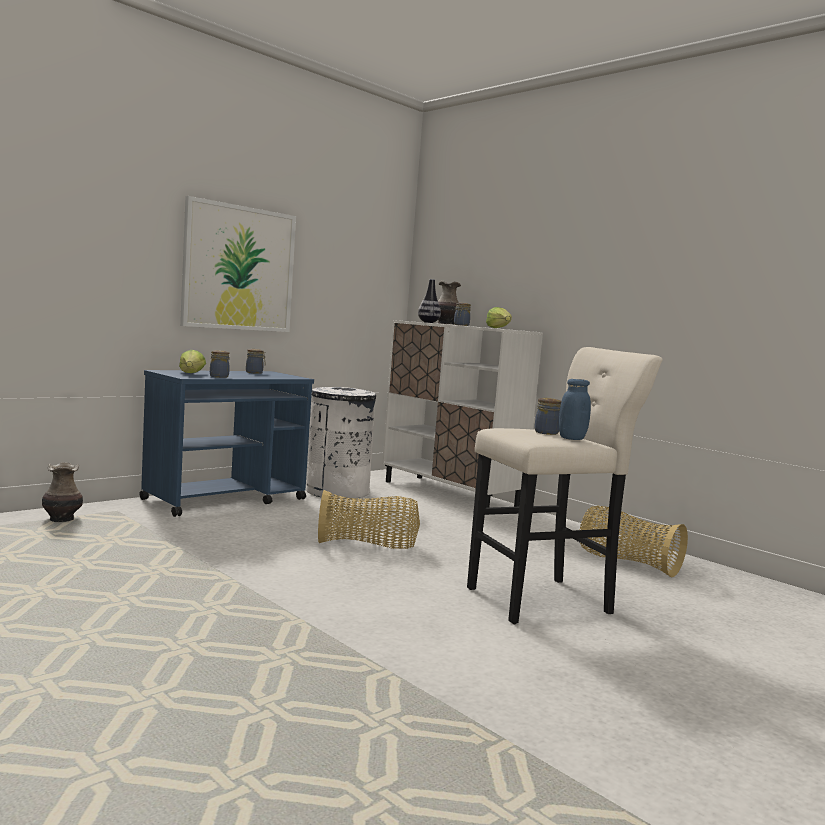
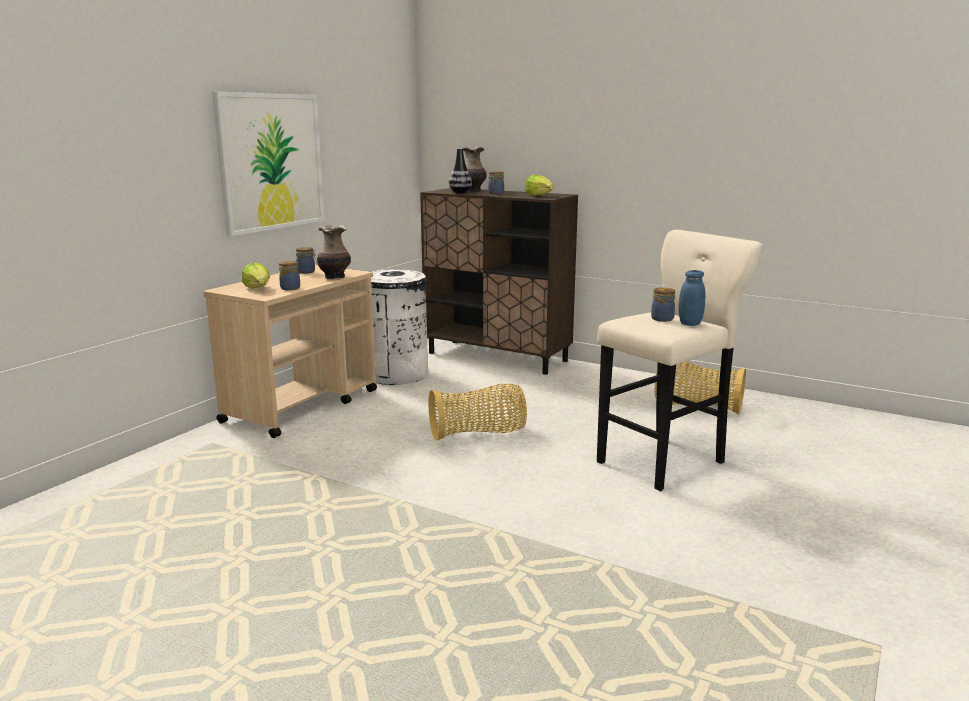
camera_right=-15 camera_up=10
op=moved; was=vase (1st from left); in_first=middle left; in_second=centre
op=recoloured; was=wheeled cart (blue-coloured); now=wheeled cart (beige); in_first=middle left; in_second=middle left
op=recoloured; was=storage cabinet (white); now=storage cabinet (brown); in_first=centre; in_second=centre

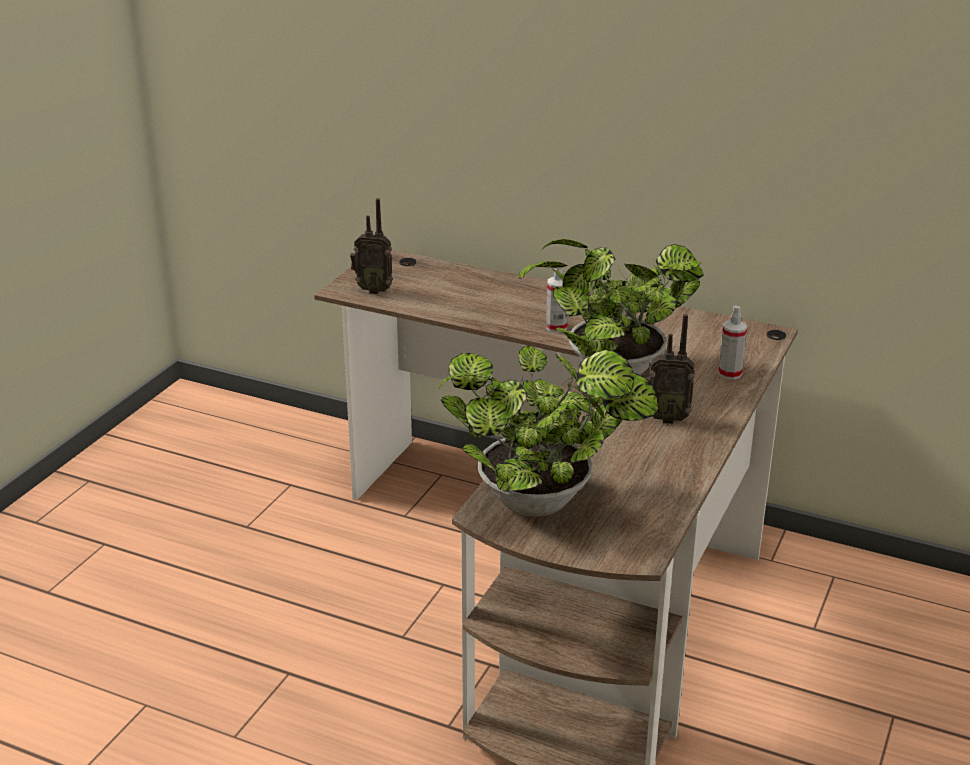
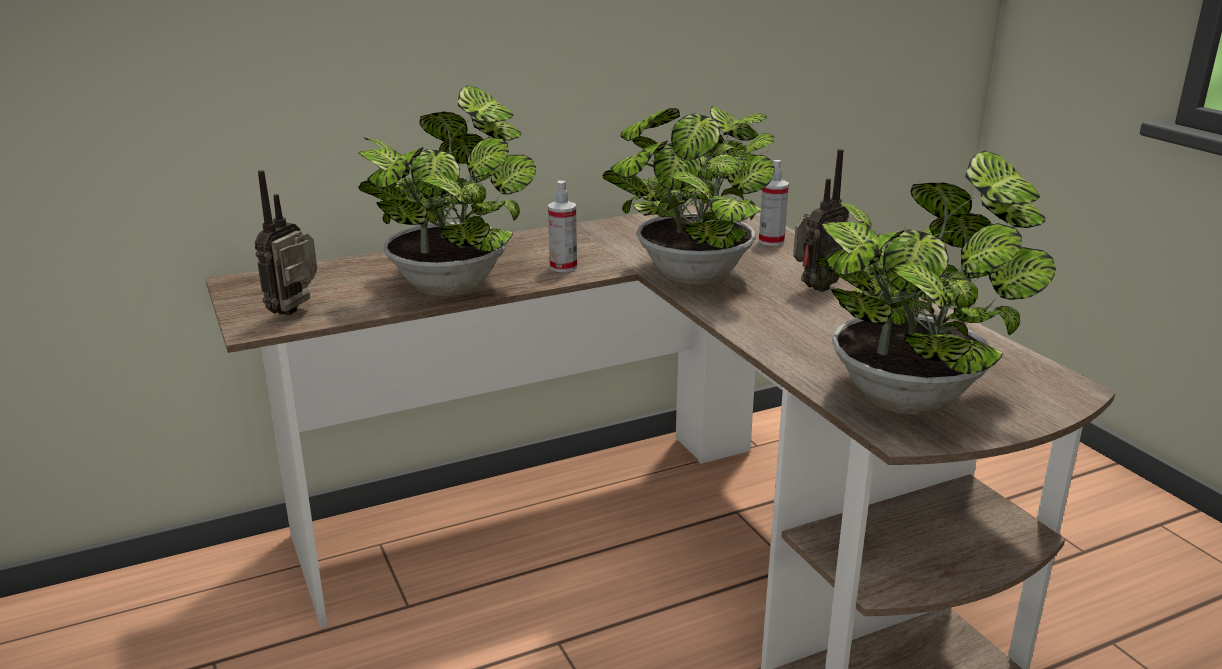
camera_right=-50 camera_up=-5
op=added; now=potted plant (1st from left); in_second=top centre
op=turned; was=radio (1st from left); in_first=top centre; in_second=middle left; clockwise=150

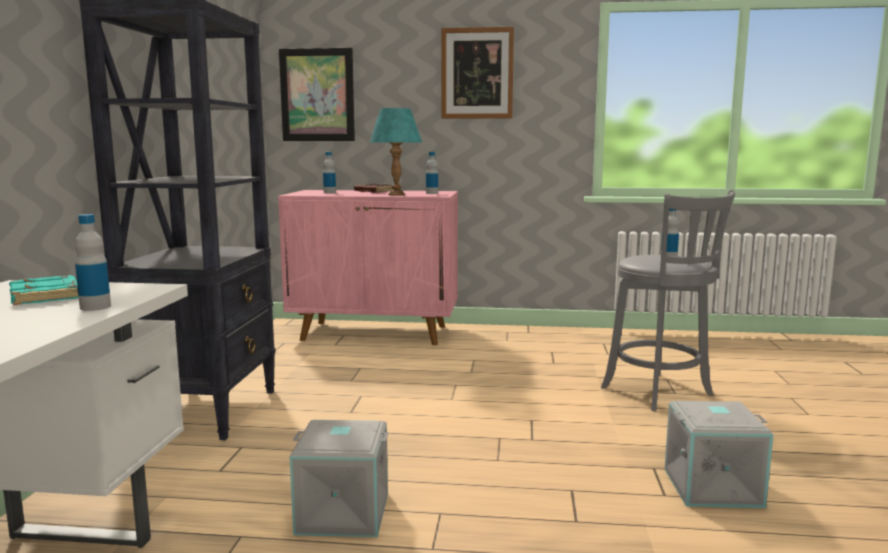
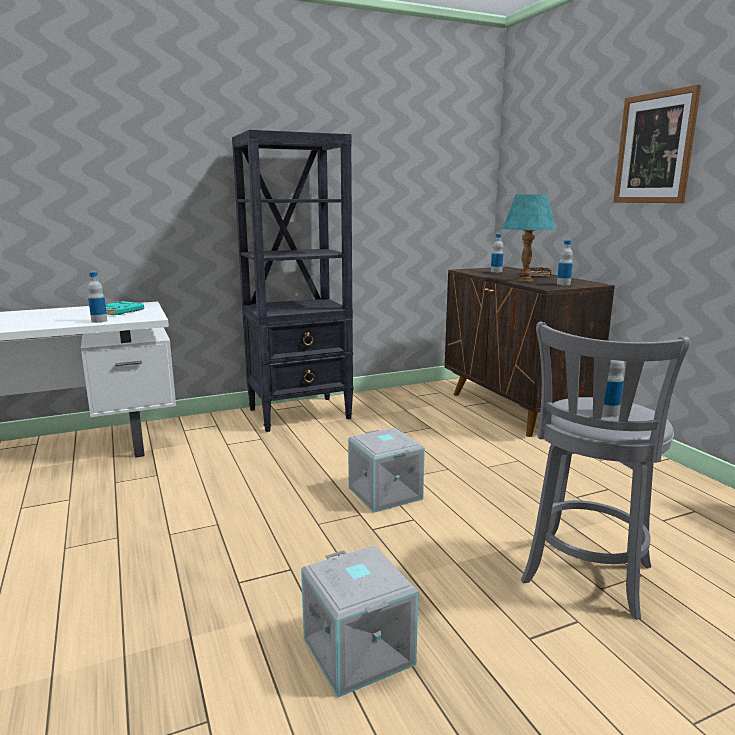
camera_right=60 camera_up=5
op=removed; was=wall art (1st from left); in_first=top centre
op=moved; was=storage box (gray) (1st from left in the first image); now=storage box (gray) (2nd from left); in_first=bottom centre; in_second=centre
op=recoloured; was=storage cabinet (pink); now=storage cabinet (brown); in_first=centre; in_second=middle right

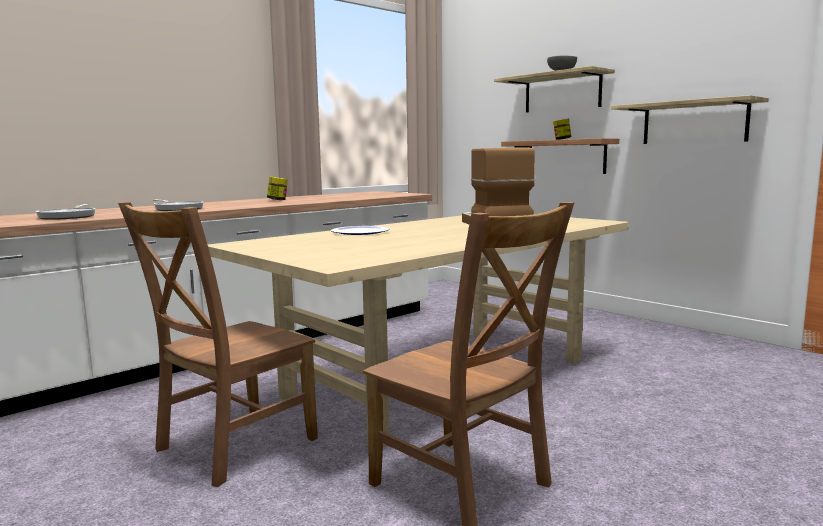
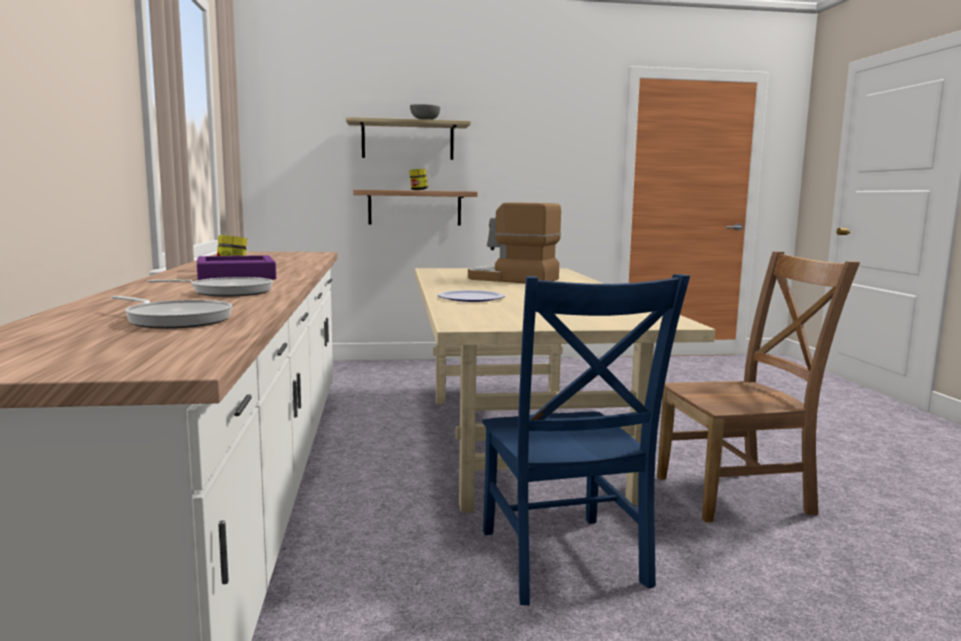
camera_right=-55 camera_up=0
op=removed; was=wall shelf (3rd from left); in_first=top right
op=added; now=carrying tray (purple); in_second=middle left
op=recoloured; was=plain chair (brown) (1st from left); now=plain chair (blue-coloured); in_first=middle left; in_second=bottom centre

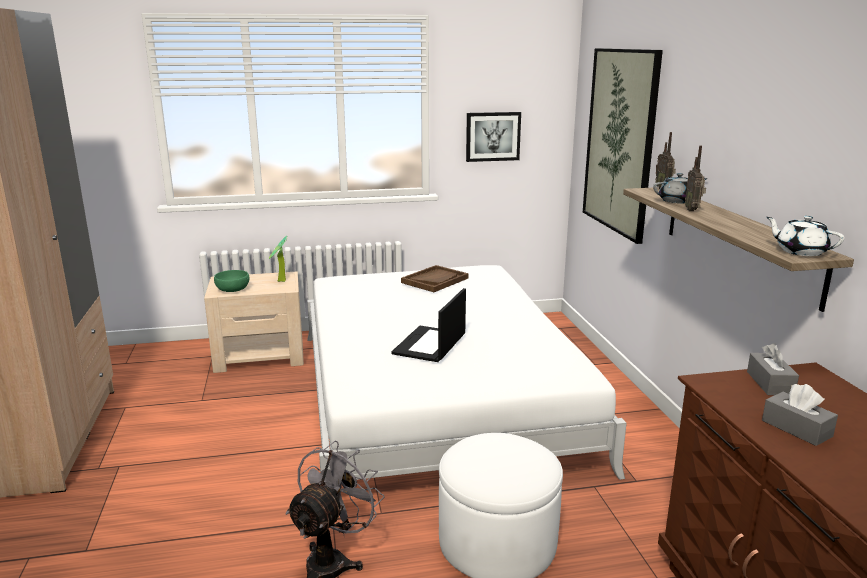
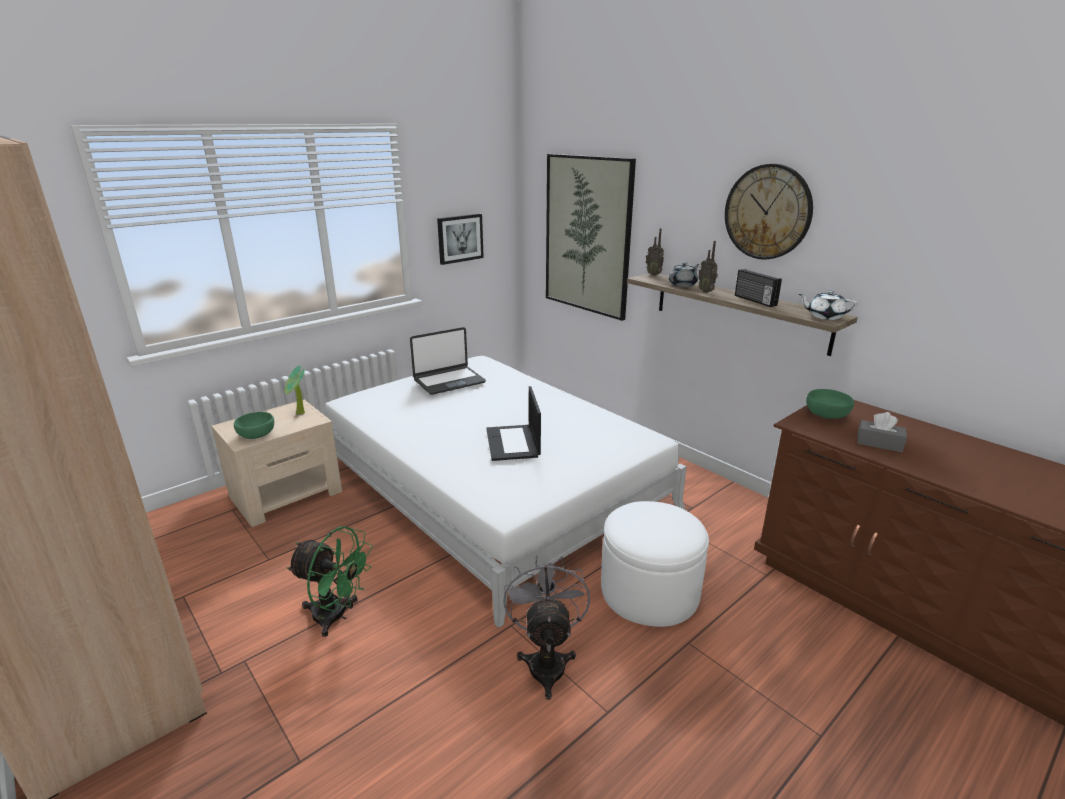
camera_right=-30 camera_up=5
op=added; now=cooling fan (green-coloured); in_second=bottom left
op=added; now=hanging clock; in_second=top right
op=added; now=radio (3rd from left); in_second=middle right
op=replaced; was=carrying tray (brown); now=laptop (1st from left); in_first=centre; in_second=centre
op=replaced; was=tissue holder (gray) (1st from left); now=deep dish (green-coloured) (2nd from left); in_first=middle right; in_second=middle right

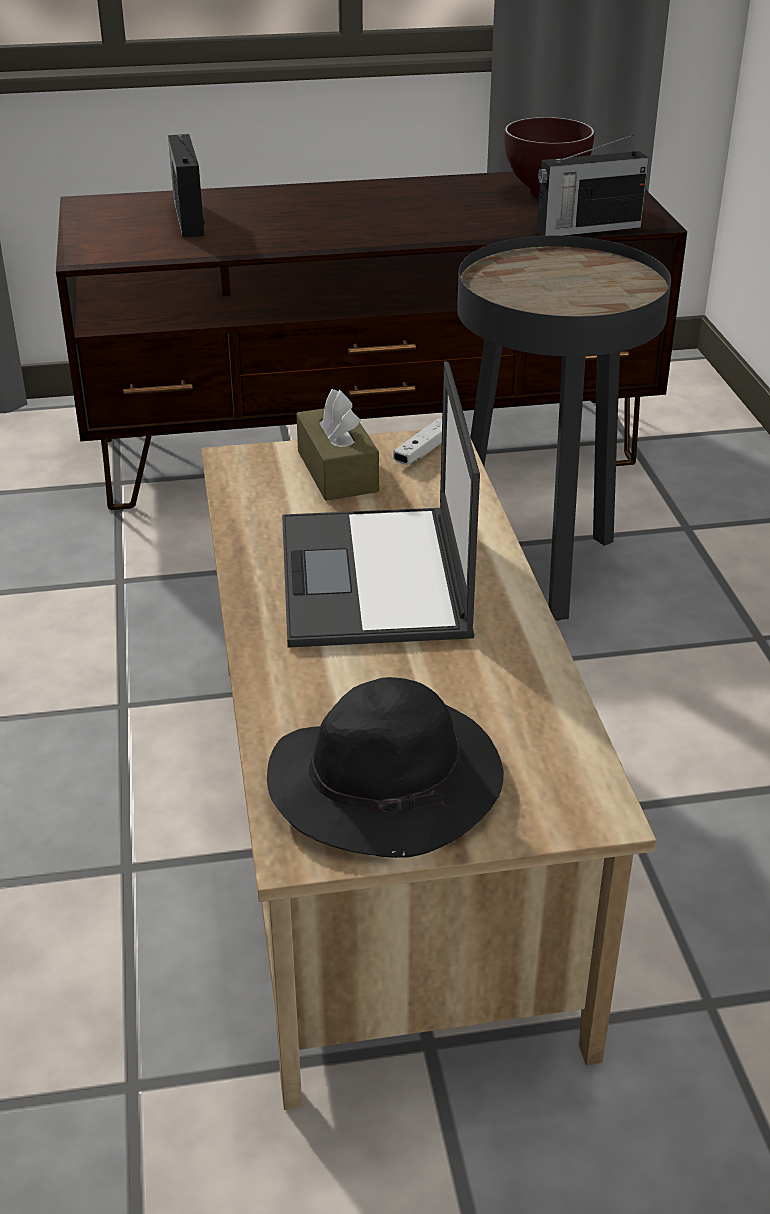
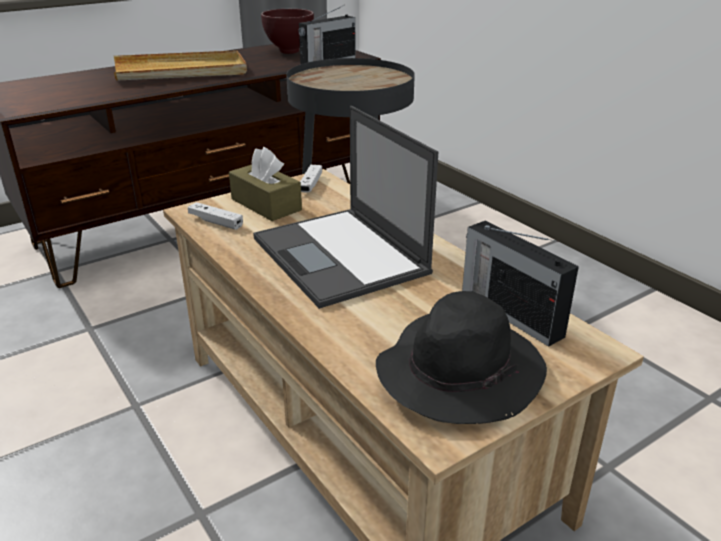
camera_right=-25 camera_up=-5
op=added; now=carrying tray (beige); in_second=top left
op=added; now=game controller (white) (1st from left); in_second=middle left
op=moved; was=radio (1st from left in the first image); now=radio (2nd from left); in_first=top left; in_second=middle right

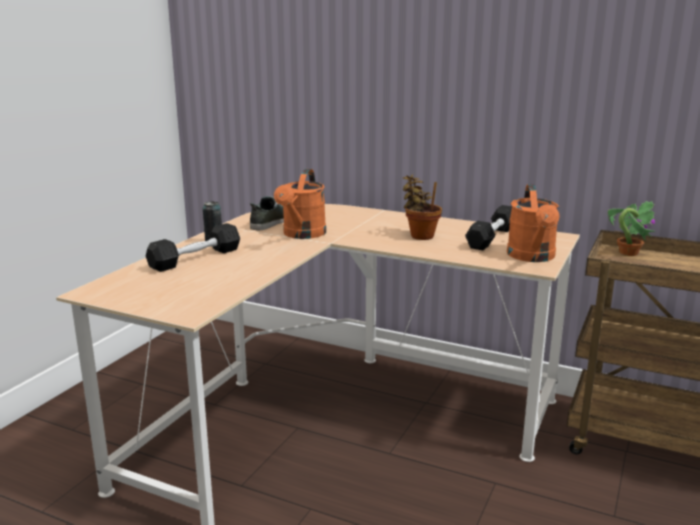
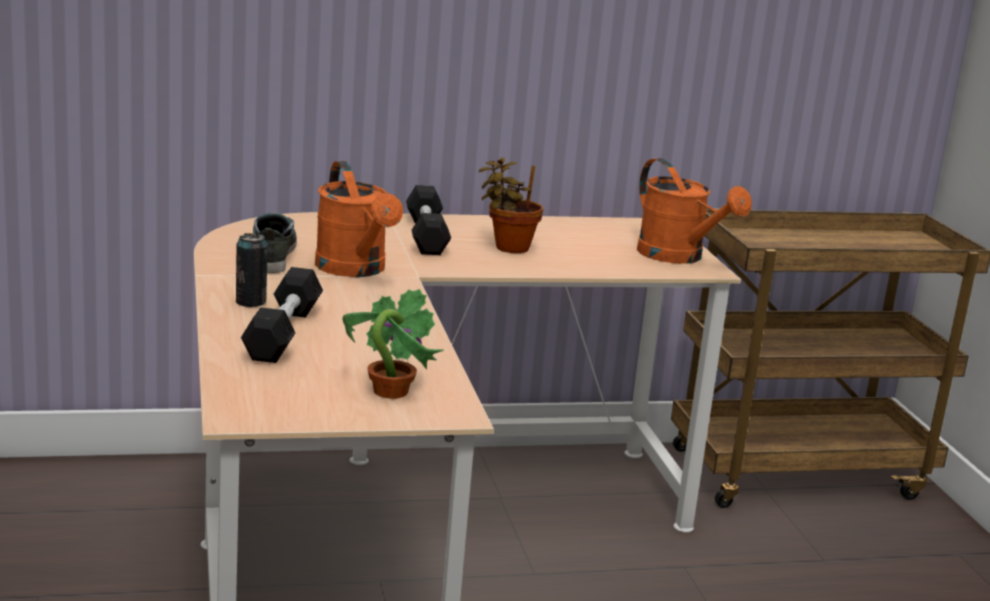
camera_right=-40 camera_up=0
op=moved; was=hand weight (blackish) (2nd from left); in_first=middle right; in_second=centre
op=moved; was=potted plant (2nd from left in the first image); now=potted plant (1st from left); in_first=middle right; in_second=centre

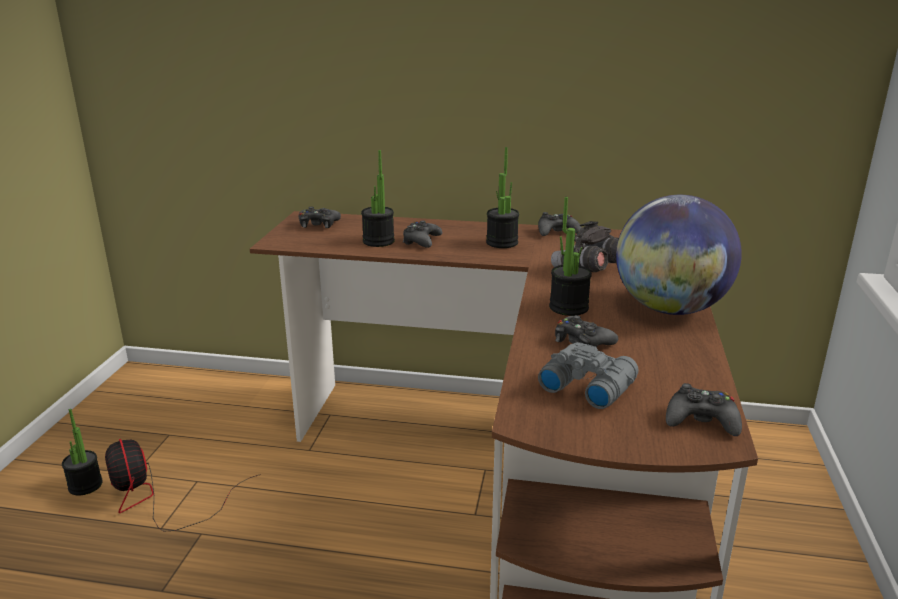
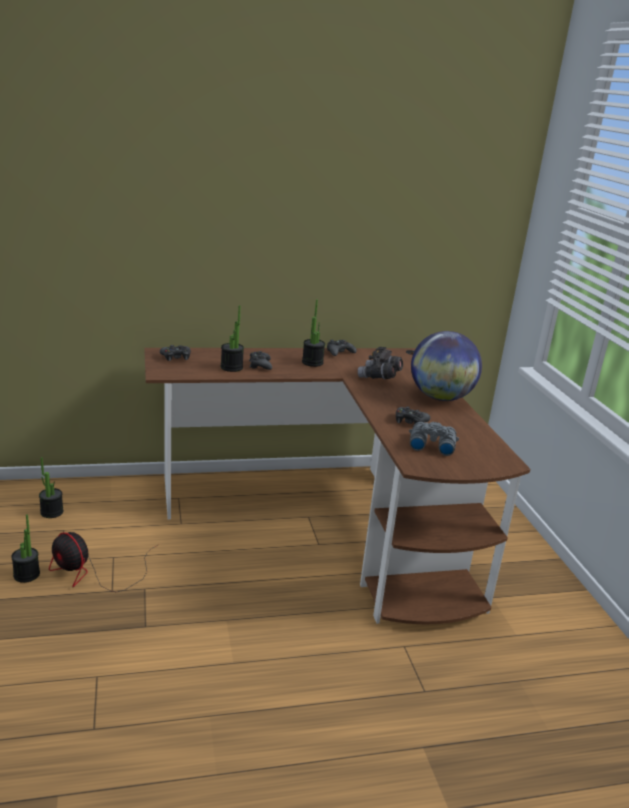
camera_right=-25 camera_up=0
op=removed; was=game controller (blackish) (5th from left); in_first=bottom right
op=moved; was=potted plant (4th from left in the first image); now=potted plant (2nd from left); in_first=centre; in_second=middle left

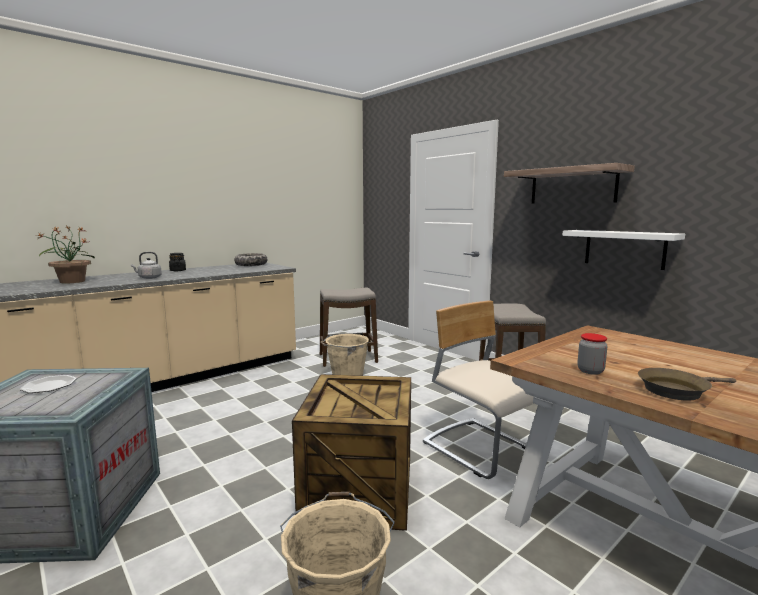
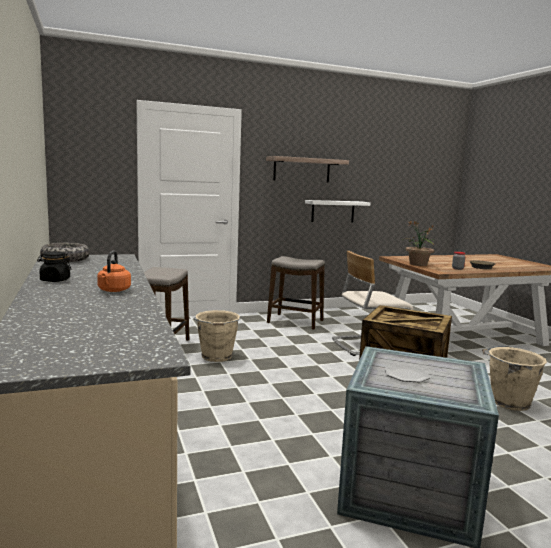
camera_right=-70 camera_up=0
op=moved; was=potted plant; in_first=middle left; in_second=middle right
op=recoloured; was=tea kettle (gray); now=tea kettle (orange); in_first=middle left; in_second=middle left

